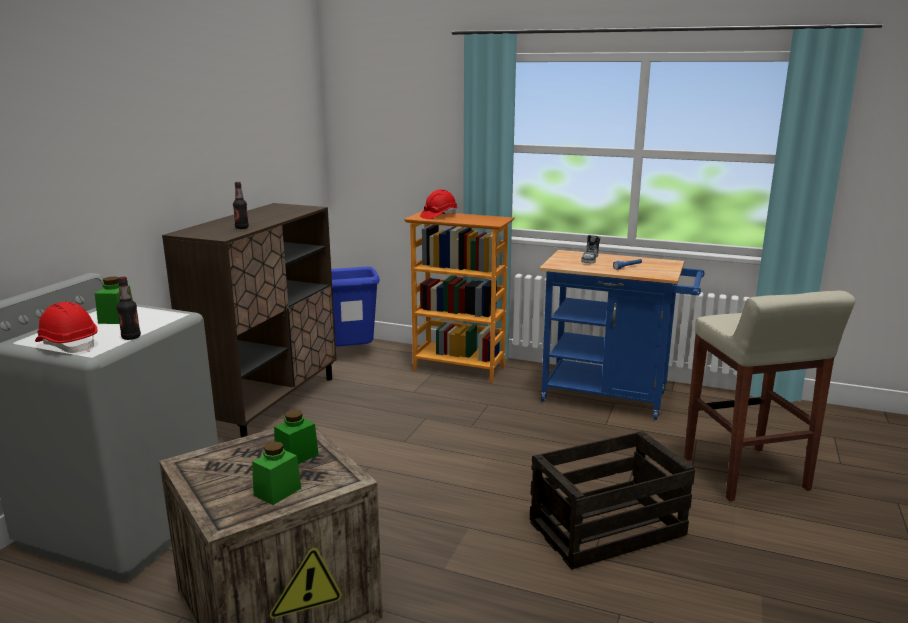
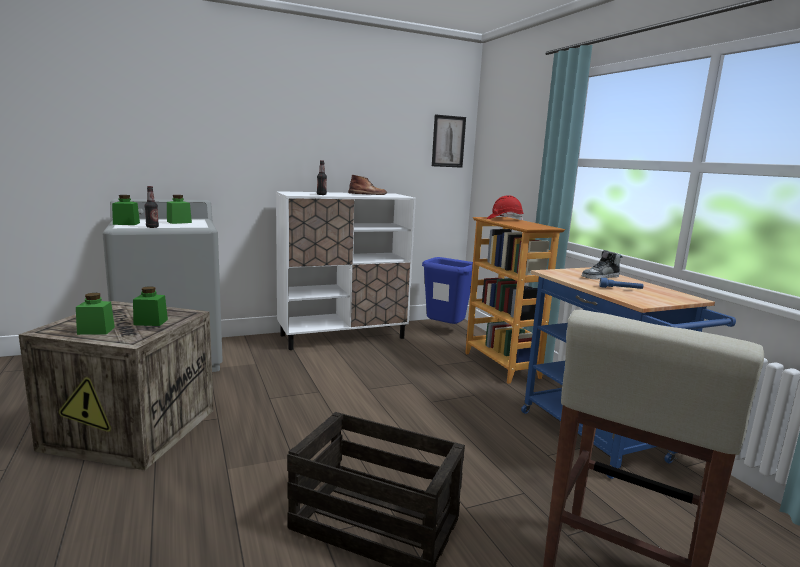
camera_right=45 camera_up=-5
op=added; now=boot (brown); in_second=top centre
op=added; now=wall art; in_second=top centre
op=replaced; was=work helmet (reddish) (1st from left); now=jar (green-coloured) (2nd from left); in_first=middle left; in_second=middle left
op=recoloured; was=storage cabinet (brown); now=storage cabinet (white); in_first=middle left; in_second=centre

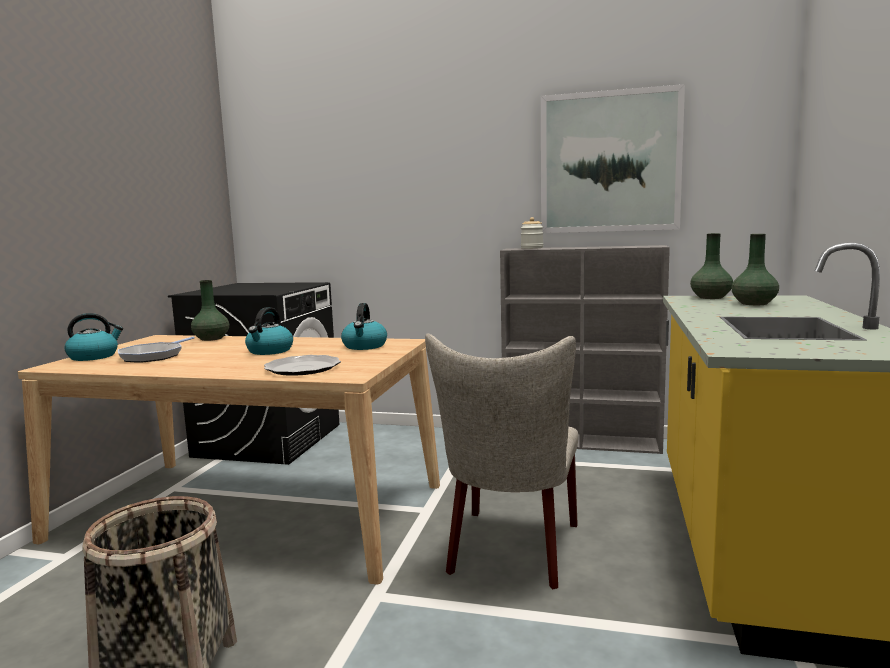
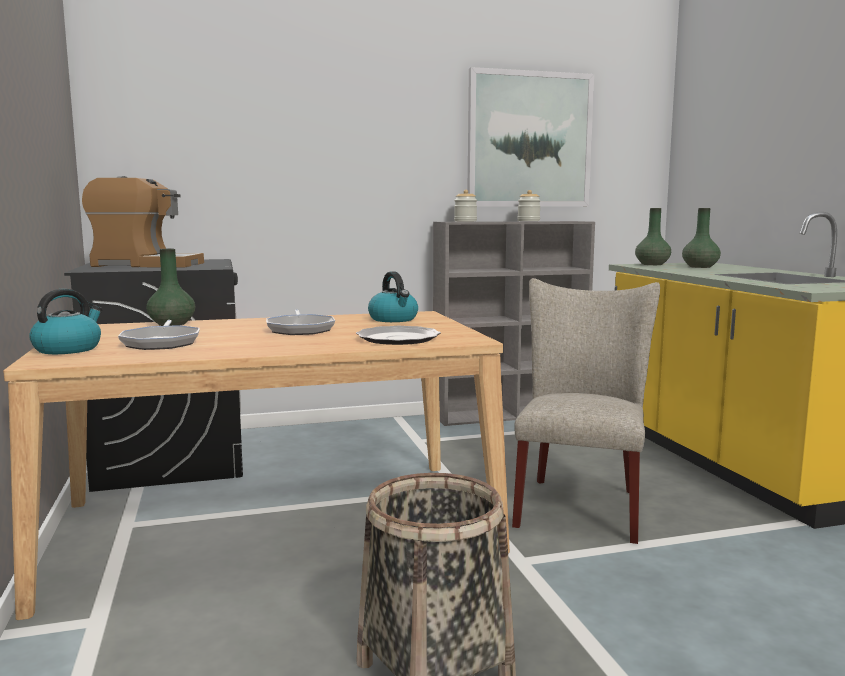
camera_right=-30 camera_up=0
op=added; now=coffee machine; in_second=top left
op=added; now=jar (2nd from left); in_second=top centre
op=replaced; was=tea kettle (2nd from left); now=frying pan (2nd from left); in_first=middle left; in_second=centre
op=turned; was=plain chair (beige); in_first=bottom centre; in_second=middle right; clockwise=-150

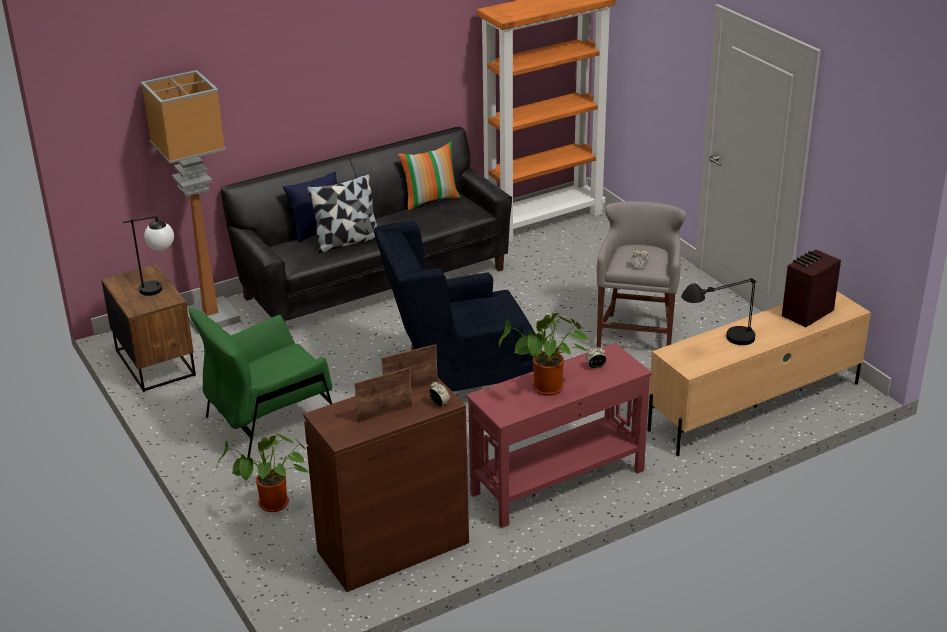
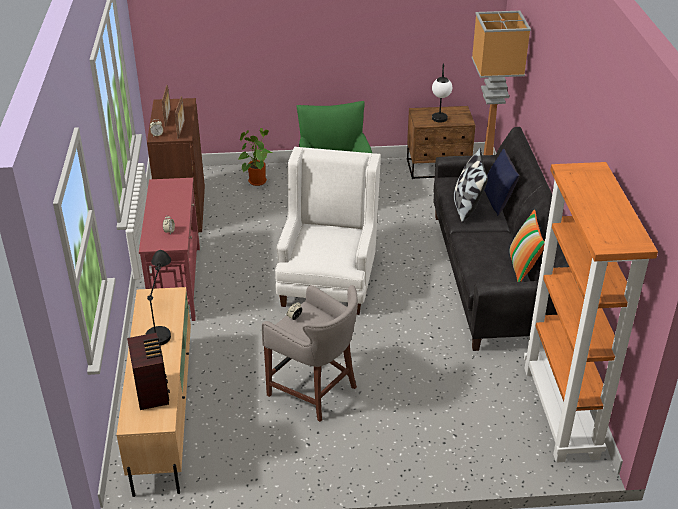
camera_right=115 camera_up=5
op=removed; was=potted plant (2nd from left); in_first=centre
op=recoloured; was=easy chair (blue-coloured); now=easy chair (white); in_first=centre; in_second=centre

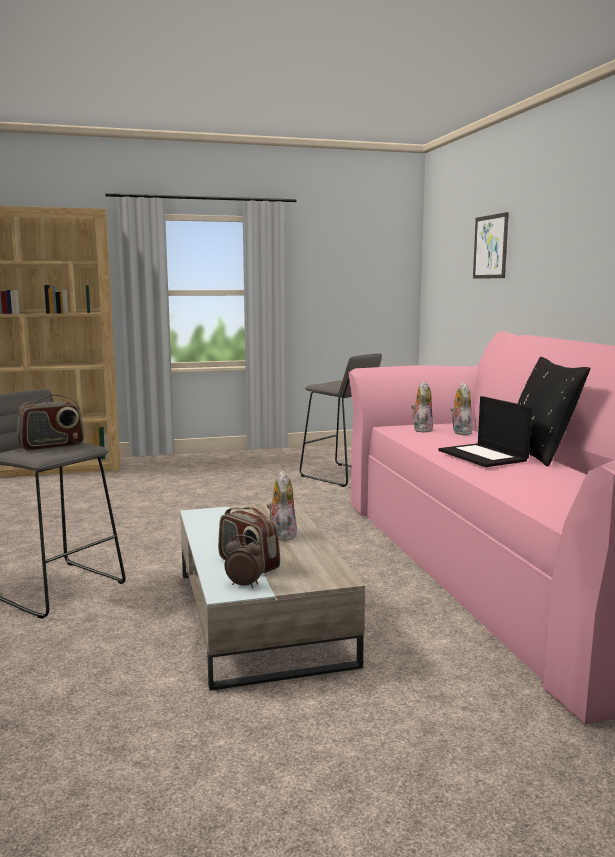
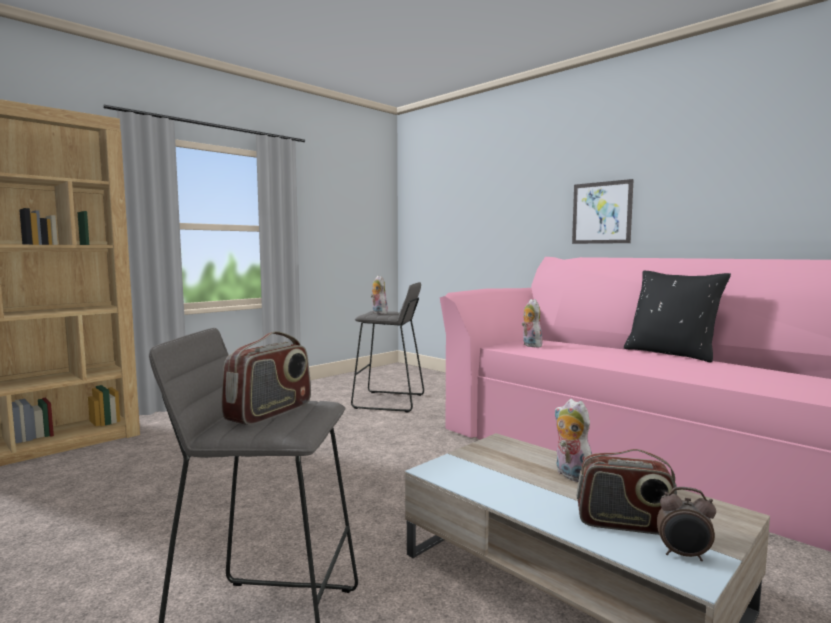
camera_right=-30 camera_up=-5
op=removed; was=laptop; in_first=middle right
op=moved; was=cuddly toy (3rd from left in the first image); now=cuddly toy (1st from left); in_first=middle right; in_second=centre
op=moved; was=wall art; in_first=top right; in_second=middle right
op=turned; was=table clock; in_first=centre; in_second=bottom right; clockwise=-150

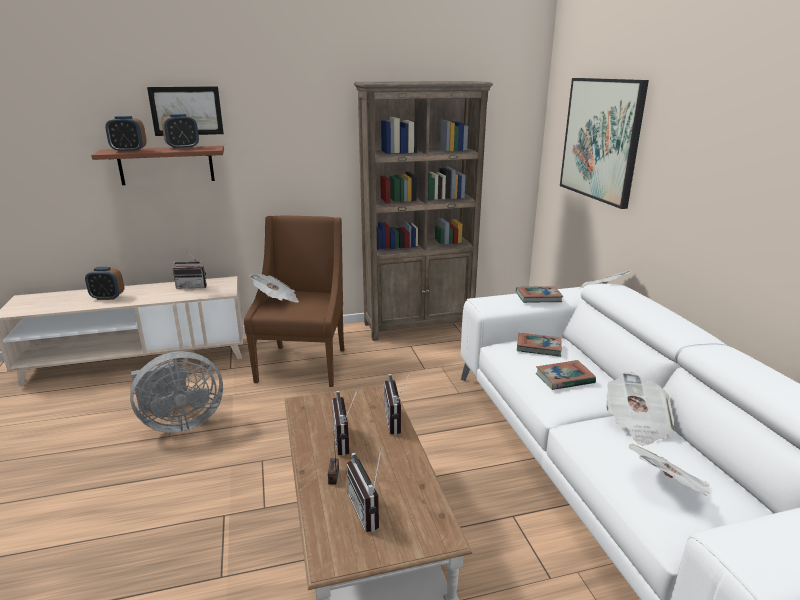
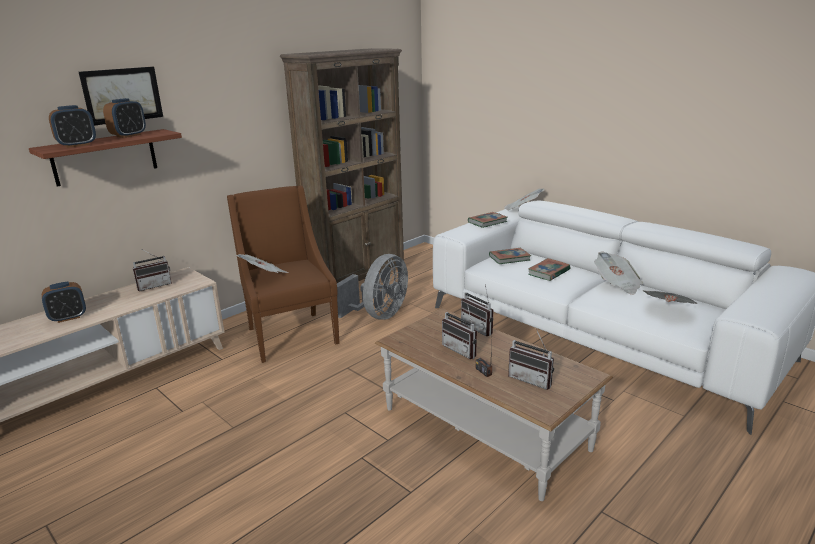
camera_right=-30 camera_up=0
op=removed; was=wall art (2nd from left); in_first=top right
op=moved; was=cooling fan (gray); in_first=middle left; in_second=centre

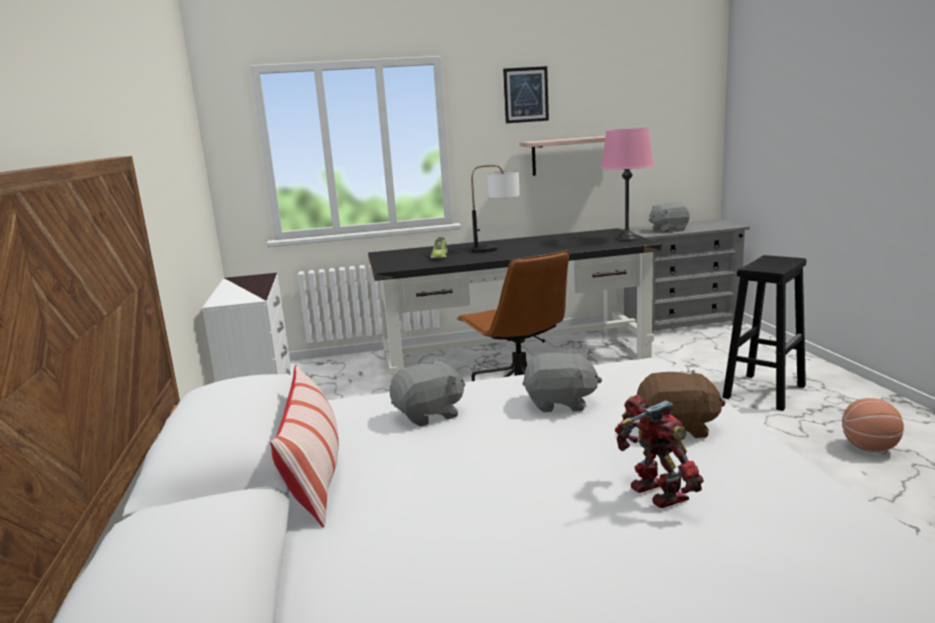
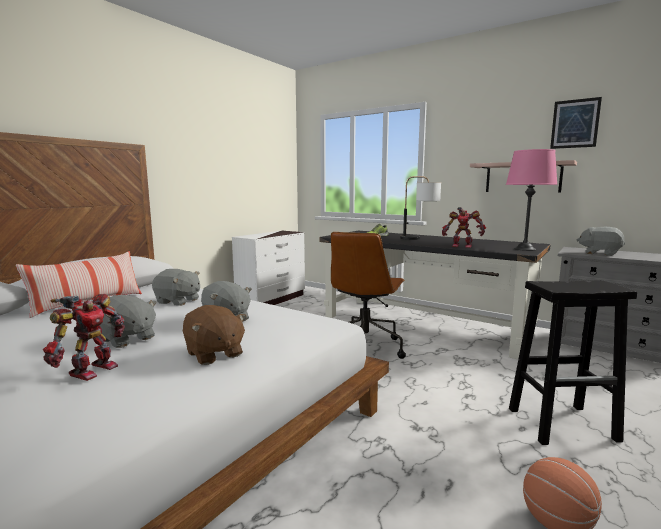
camera_right=45 camera_up=-5
op=added; now=cuddly toy (gray) (1st from left); in_second=middle left
op=added; now=toy robot (2nd from left); in_second=middle right
op=moved; was=wall art; in_first=top centre; in_second=top right

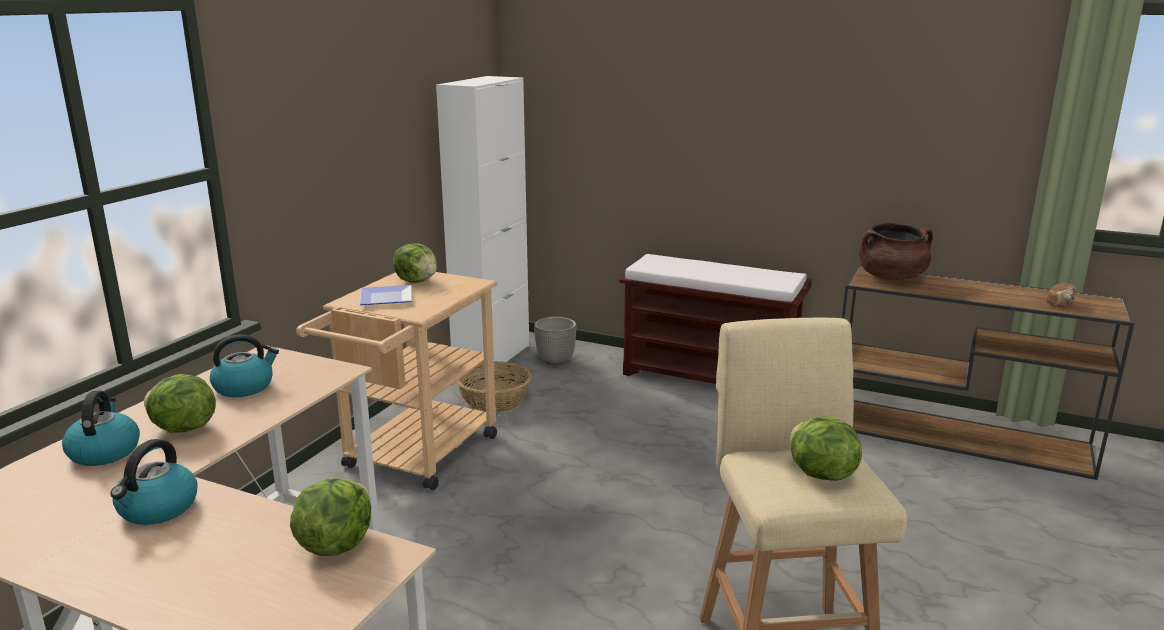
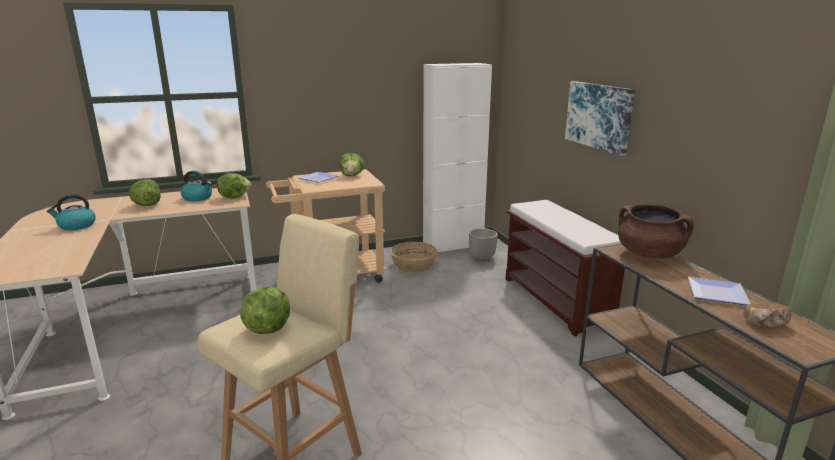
camera_right=45 camera_up=0
op=removed; was=tea kettle (1st from left); in_first=bottom left
op=added; now=wall art; in_second=top right
op=added; now=flat dish (2nd from left); in_second=middle right
op=moved; was=lettuce head (2nd from left); in_first=bottom left; in_second=middle left

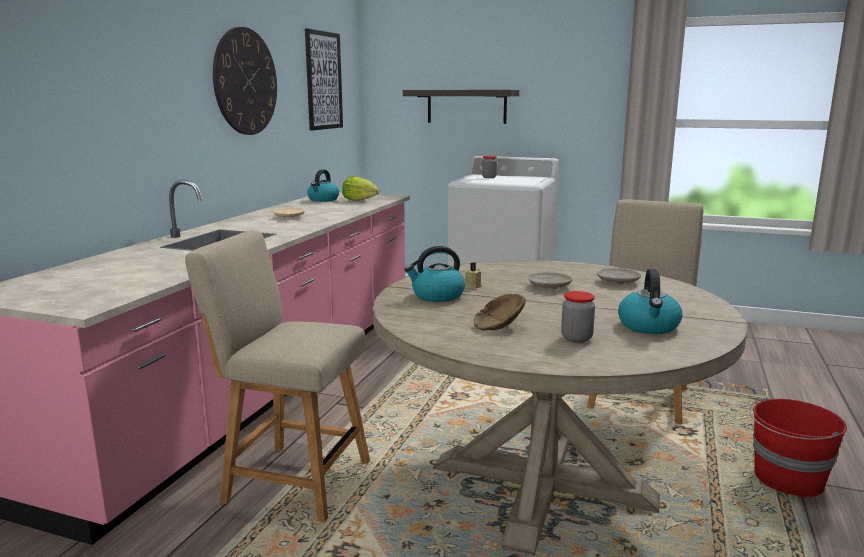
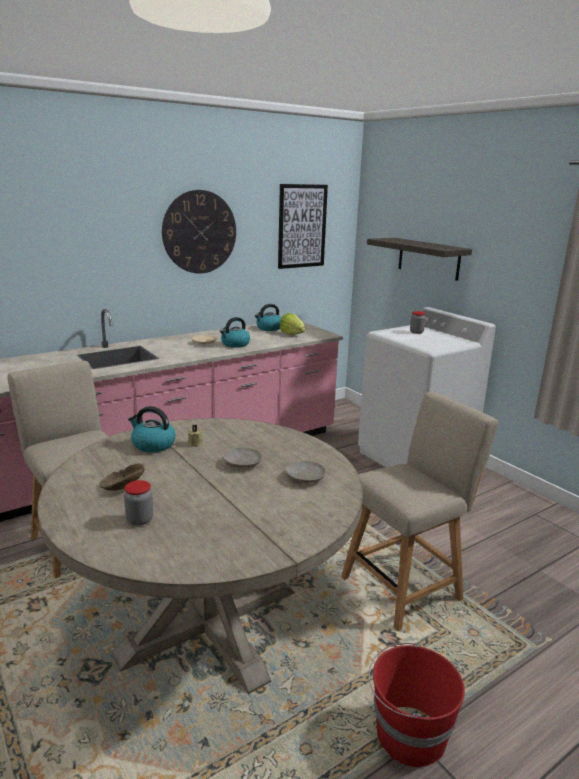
camera_right=35 camera_up=5
op=moved; was=tea kettle (3rd from left in the first image); now=tea kettle (2nd from left); in_first=middle right; in_second=centre

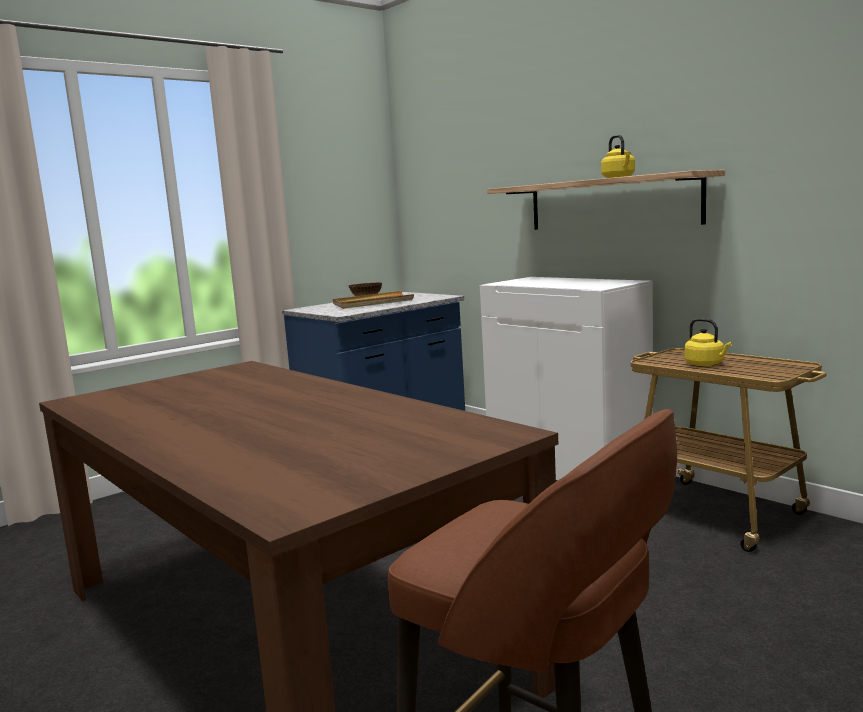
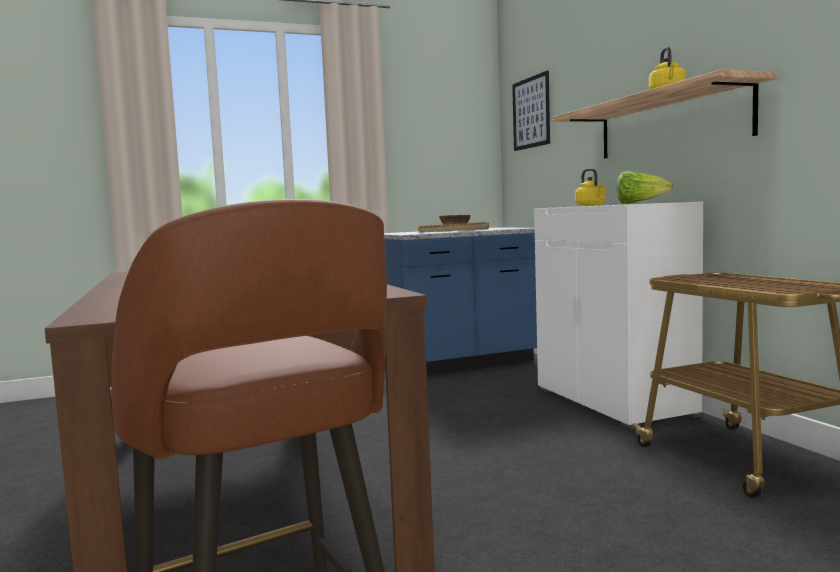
camera_right=20 camera_up=-5
op=added; now=wall art; in_second=top centre
op=added; now=lettuce head; in_second=top right
op=moved; was=tea kettle (yellowish) (2nd from left in the first image); now=tea kettle (yellowish) (1st from left); in_first=middle right; in_second=top right

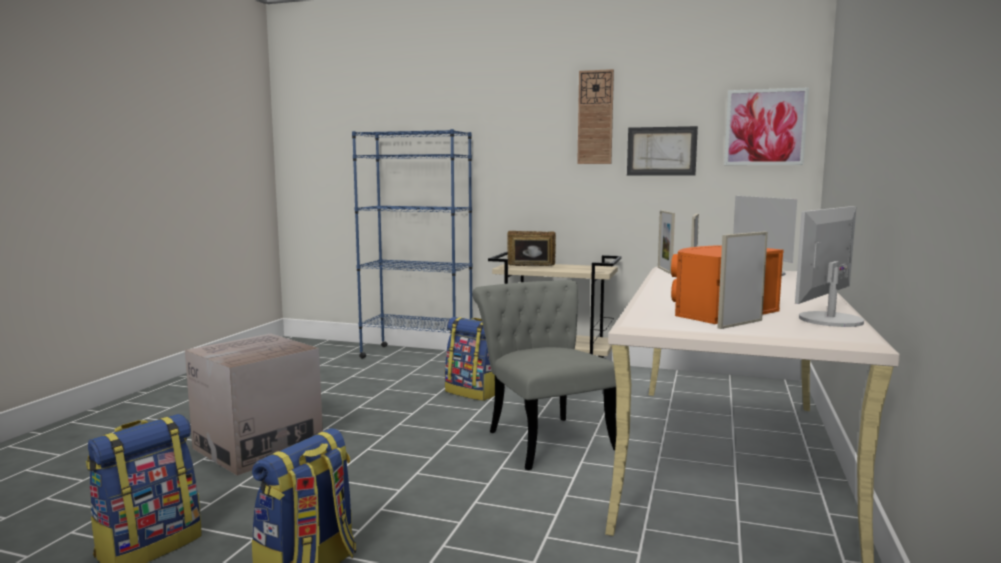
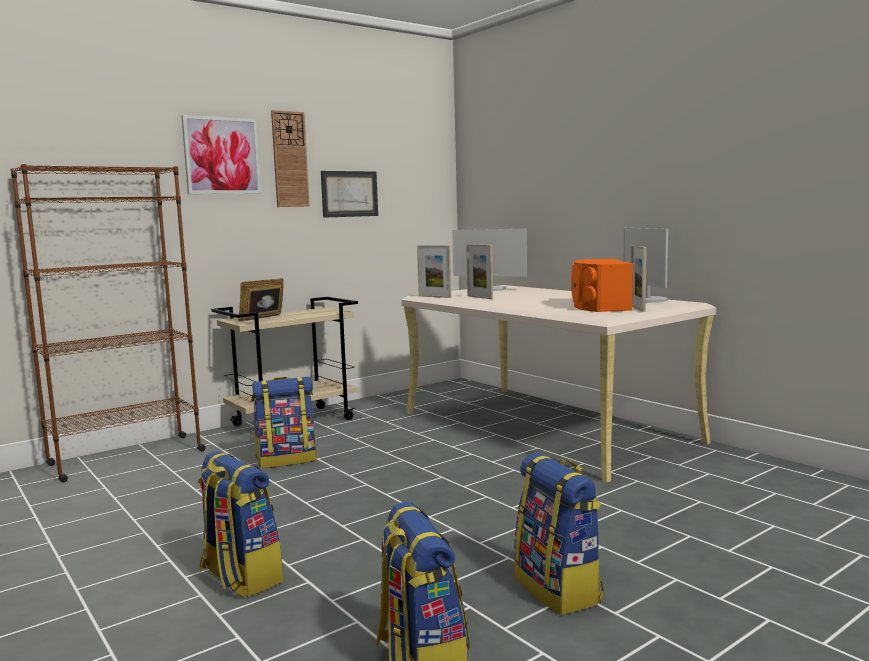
camera_right=-55 camera_up=0
op=removed; was=plain chair (gray); in_first=centre
op=moved; was=wall art (2nd from left in the first image); now=wall art (1st from left); in_first=top right; in_second=top left
op=replaced; was=packing box; now=rucksack (1st from left); in_first=bottom left; in_second=bottom left
op=recoloured; was=shelving unit (blue-coloured); now=shelving unit (brown); in_first=centre; in_second=middle left

